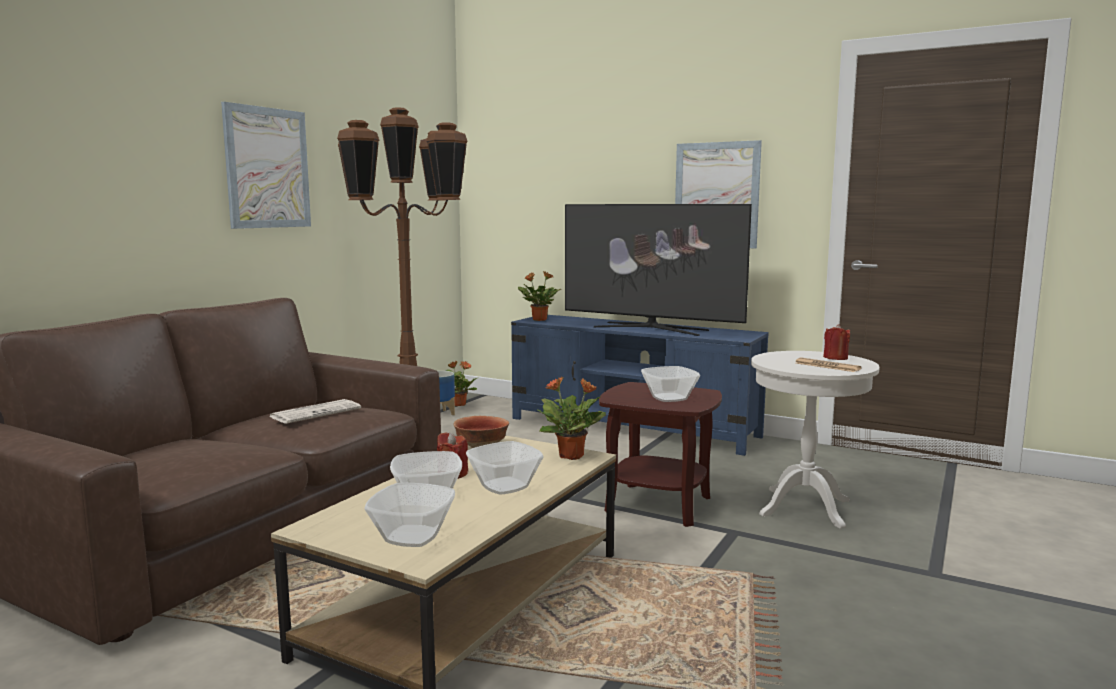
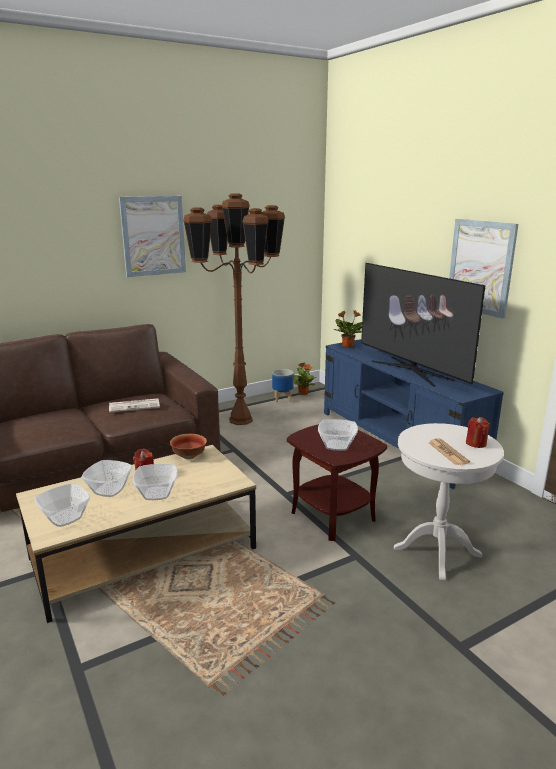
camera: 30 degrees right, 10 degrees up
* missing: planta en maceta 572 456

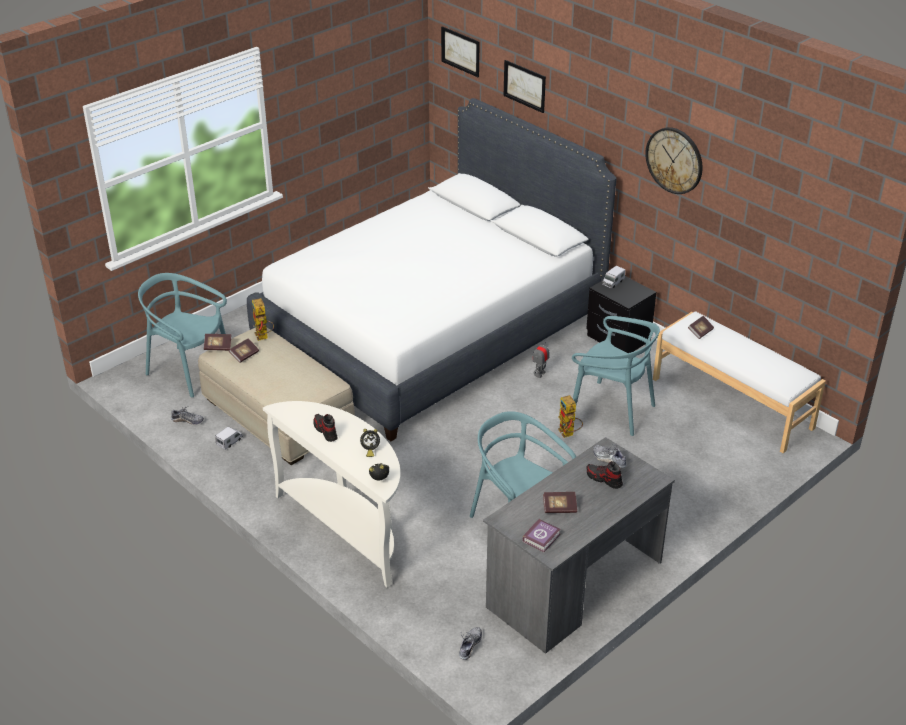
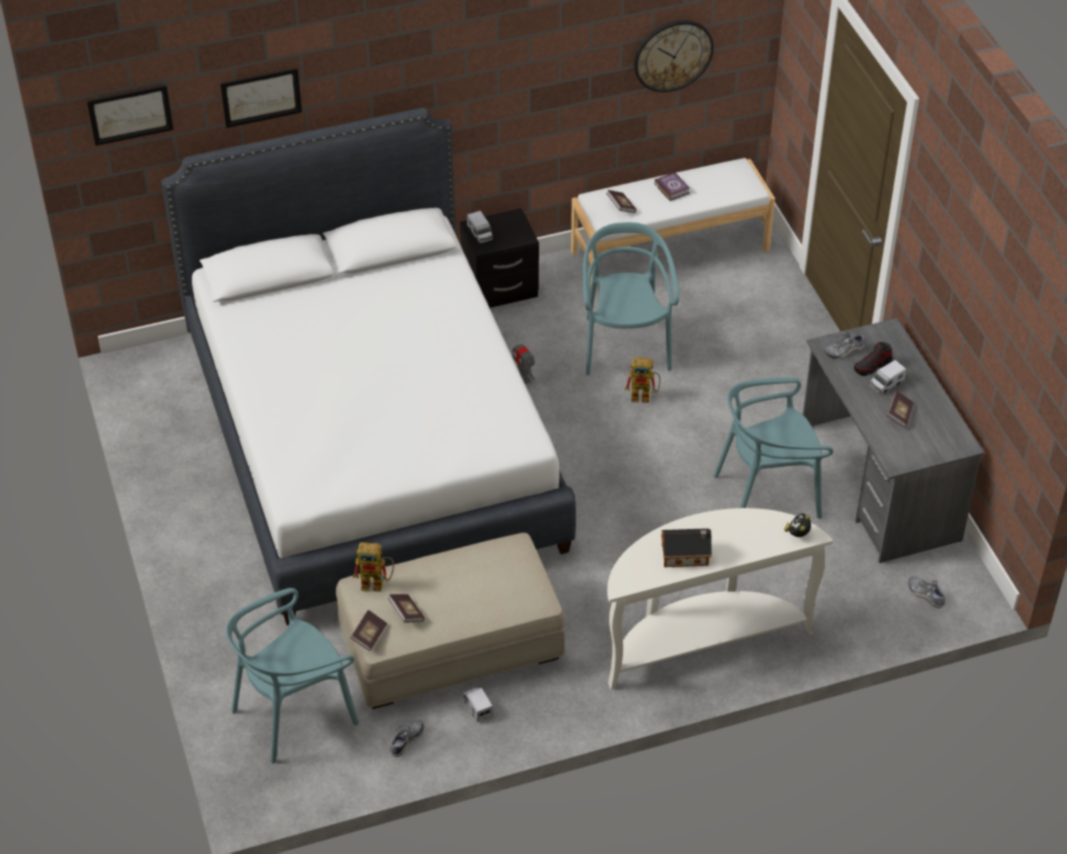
camera: 65 degrees left, 10 degrees up
* exchanged: zapato 325 431 to casita 687 555
* missing: despertador 369 450
* relocated: libro 542 537 to 672 188
* spun: silla/turquesa 612 409 = 624 345 60 degrees counterclockwise
* relocated: reloj de pared 674 160 to 672 55
* appeared: camión de juguete 886 383

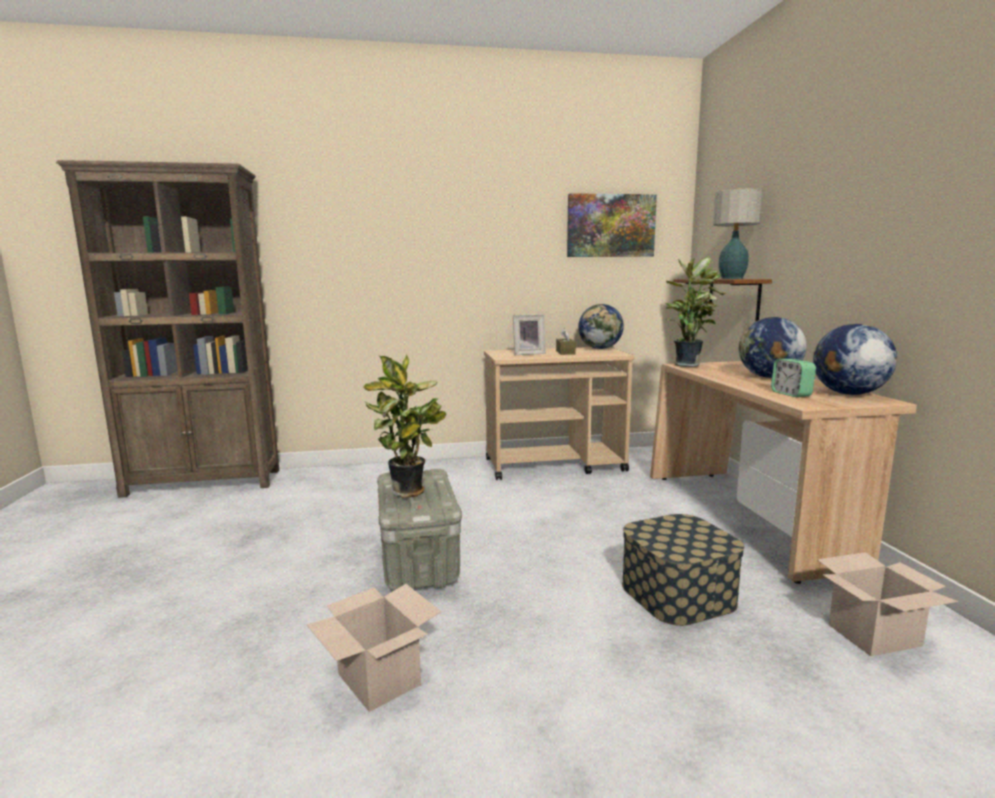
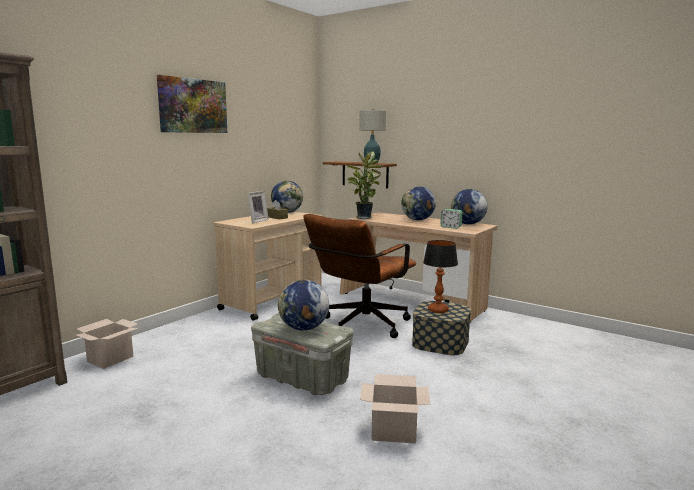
camera: 45 degrees left, 0 degrees up
* exchanged: planta en maceta 410 493 to globo terráqueo 303 328
* relocated: cuadro 610 226 to 193 106
* relocated: caja de cartón 874 634 to 111 358
* appeared: silla de oficina/marrón 360 326
* appeared: lámpara de mesa 437 310

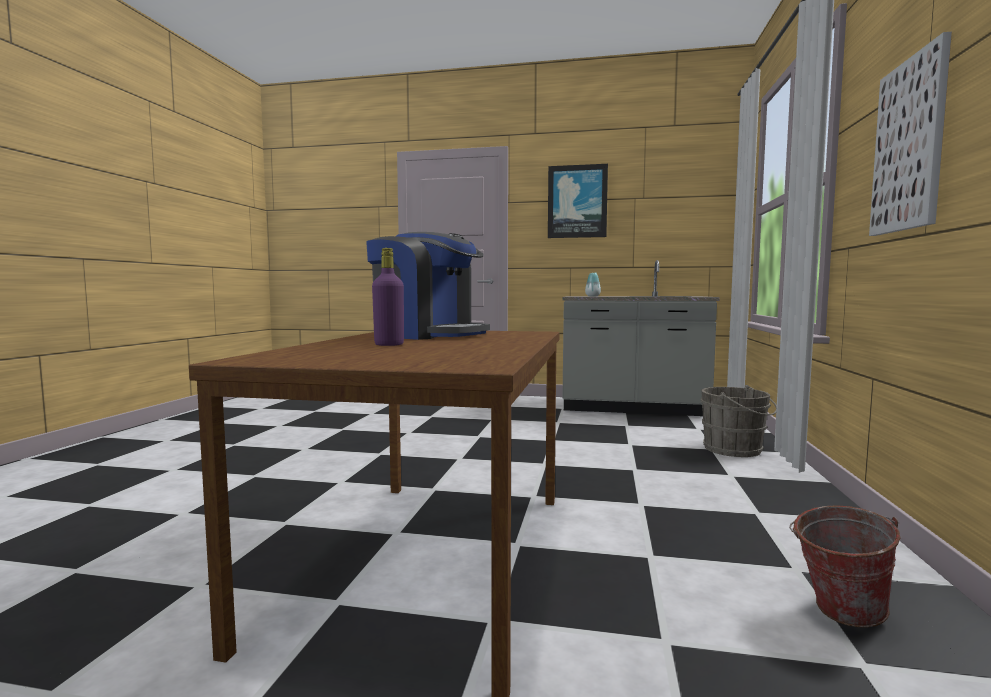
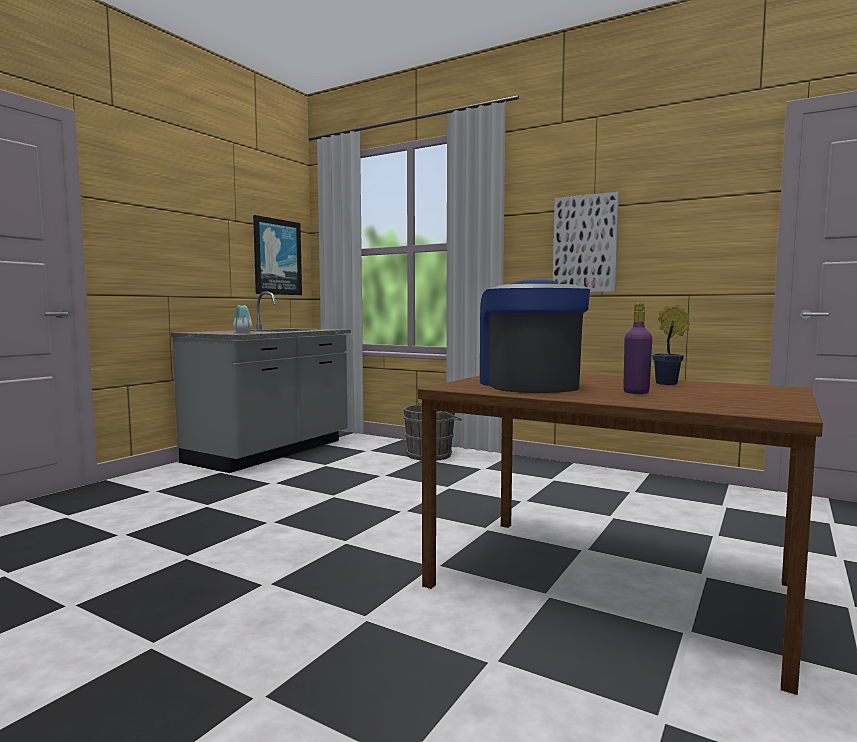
camera: 70 degrees left, 0 degrees up
* spun: cafetera 427 335 = 528 385 60 degrees counterclockwise
* relocated: cuadro 577 201 to 277 257
* missing: cubo 837 614
* appeared: planta en maceta 669 383

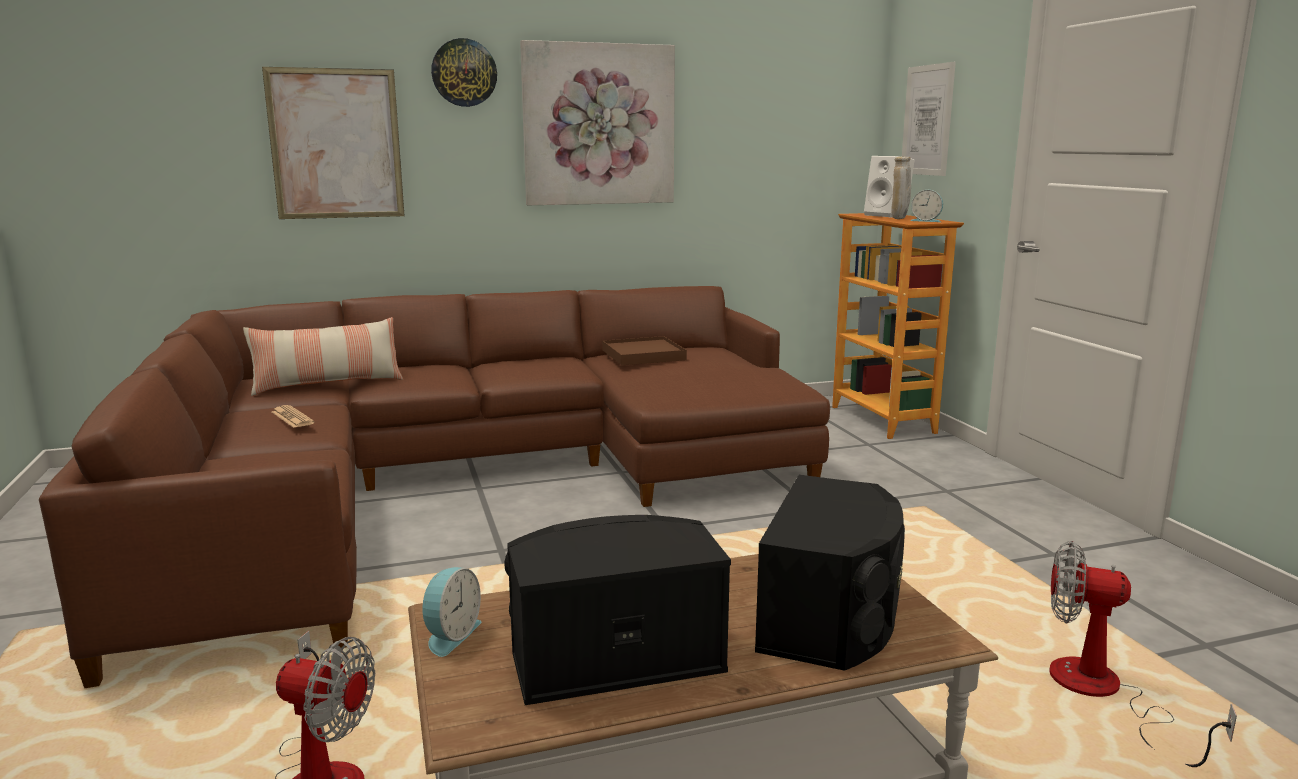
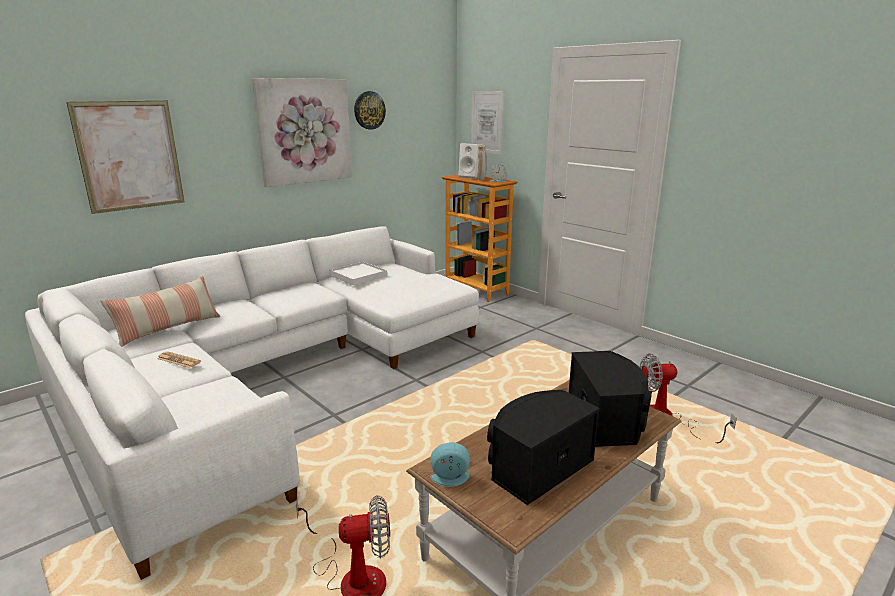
camera: 25 degrees left, 5 degrees up
* colour: sofá/marrón 467 483 to sofá/blanco 273 375
* spun: despertador 450 635 = 450 479 90 degrees counterclockwise
* relocated: reloj de pared 464 73 to 369 110
* colour: bandeja/marrón 643 355 to bandeja/blanco 358 276

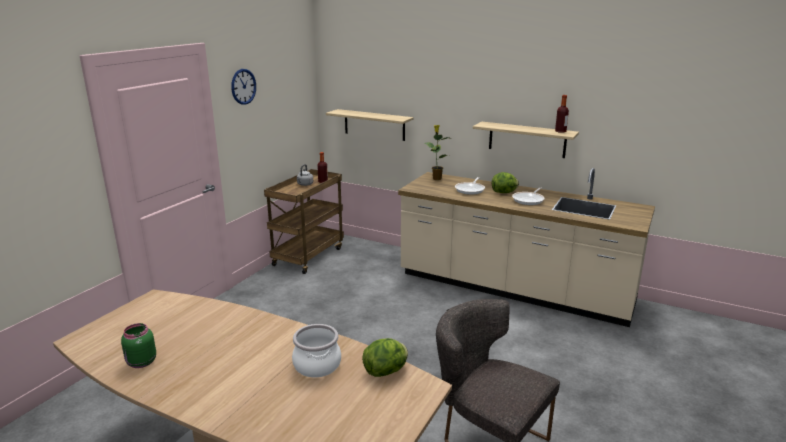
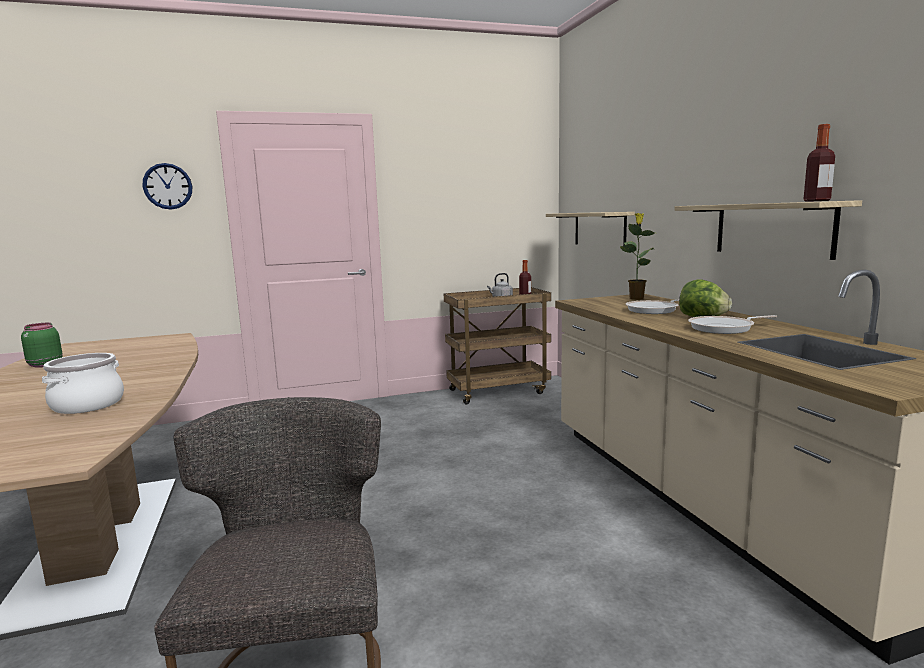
camera: 45 degrees right, 10 degrees down
* relocated: reloj de pared 243 86 to 167 186
* missing: lechuga 386 371

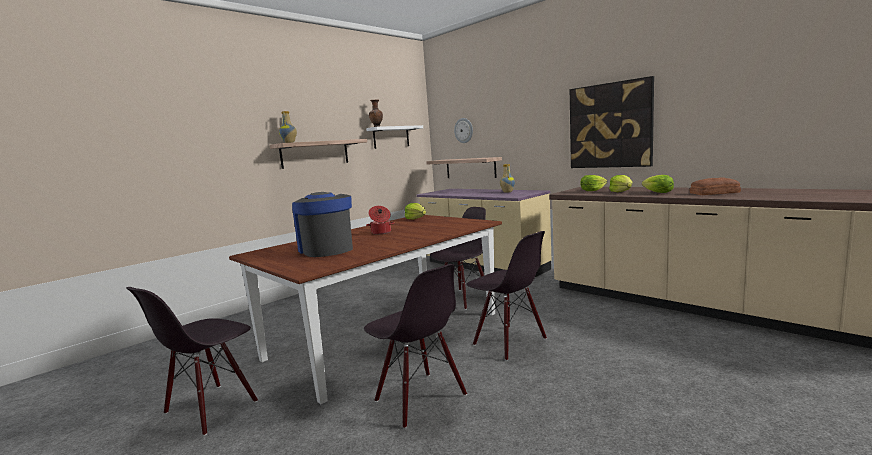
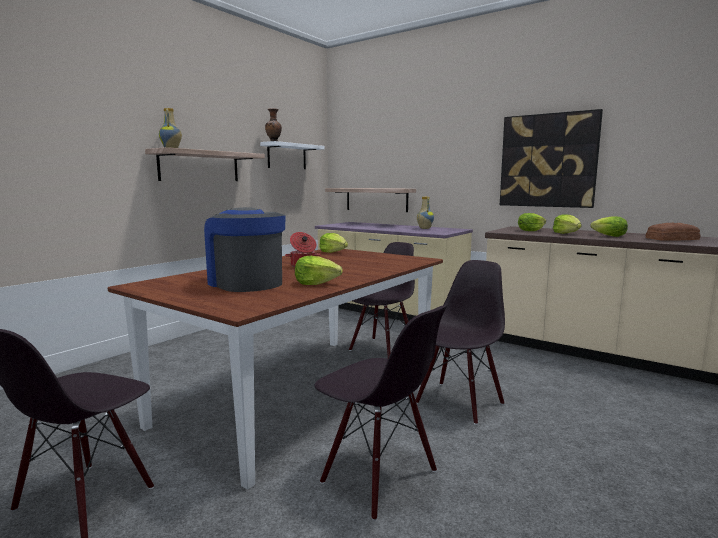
camera: 10 degrees left, 0 degrees up
* missing: reloj de pared 464 130
* spun: silla/negro 509 342 = 458 402 90 degrees counterclockwise
* appeared: lechuga 316 283

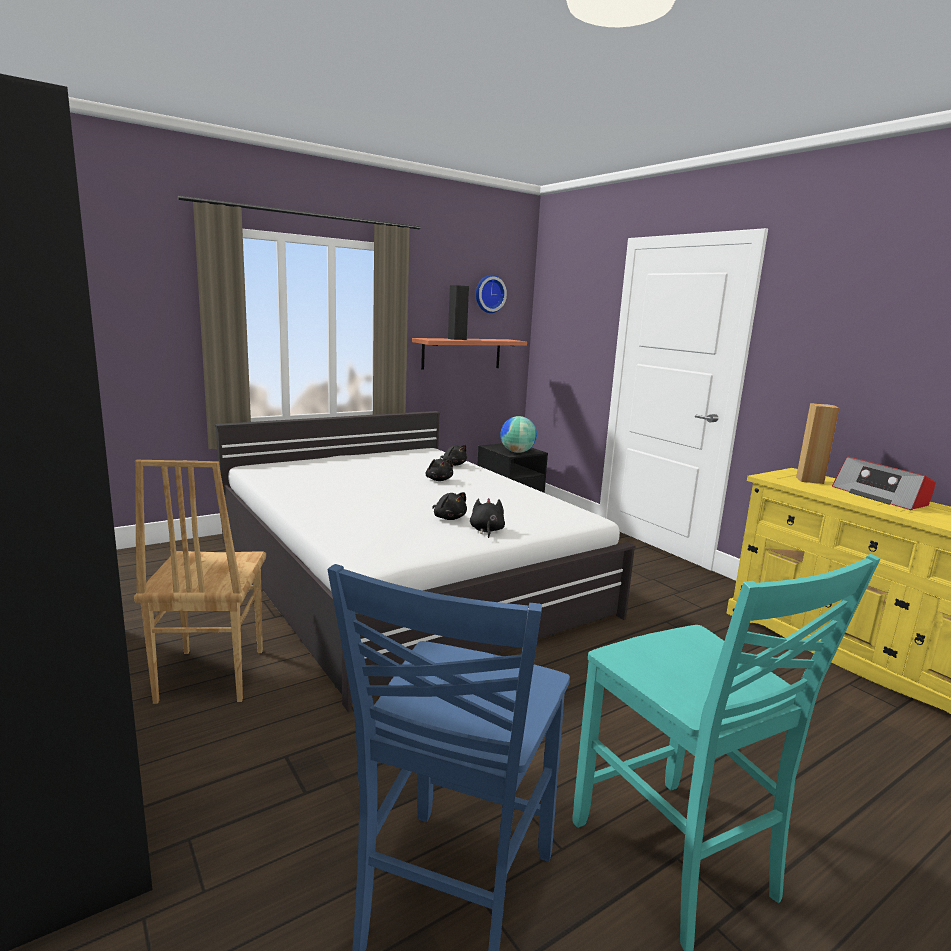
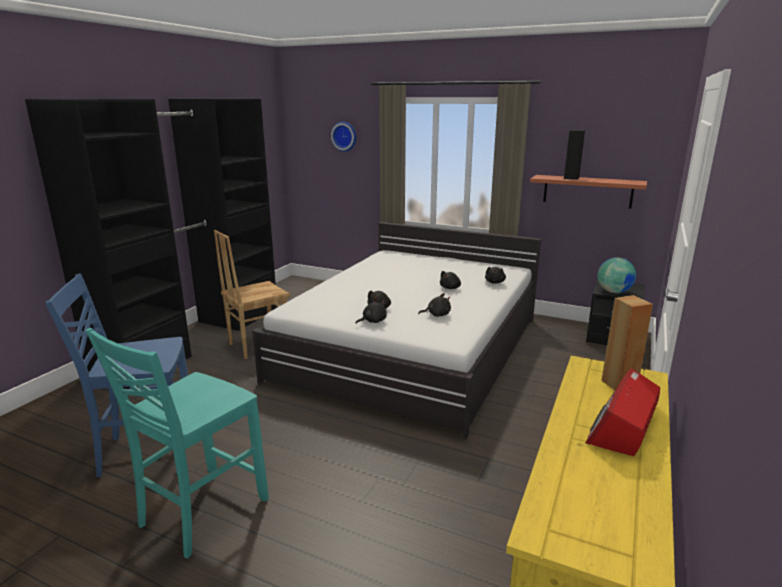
camera: 60 degrees right, 5 degrees up
* relocated: reloj de pared 489 294 to 344 136
* appeared: peluche/negro 437 315

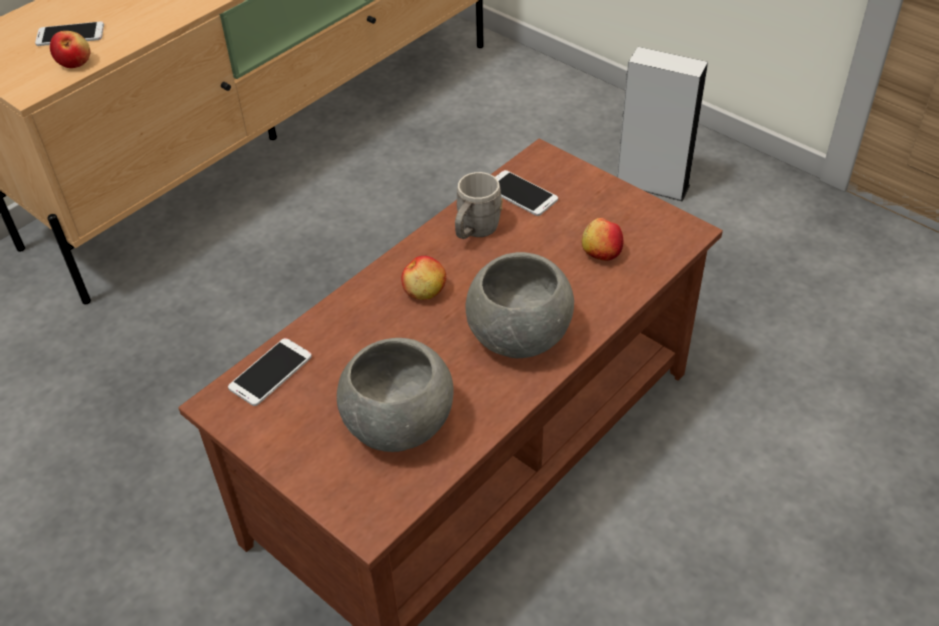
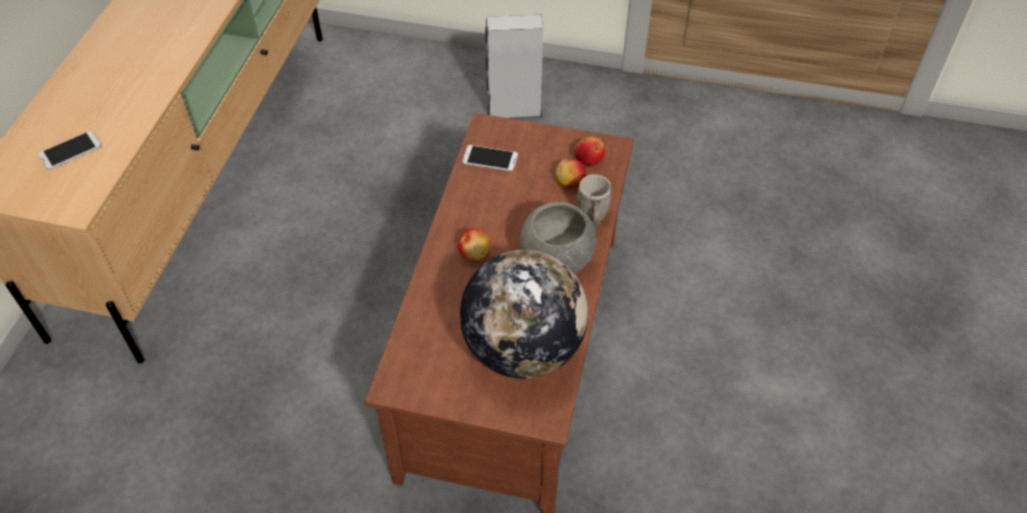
camera: 30 degrees left, 5 degrees up
* relocated: manzana 74 62 to 589 159
* missing: móvil 270 372
* exchanged: cuenco/gris 400 425 to globo terráqueo 523 349
* relocated: taza grande/gris 475 231 to 593 218

